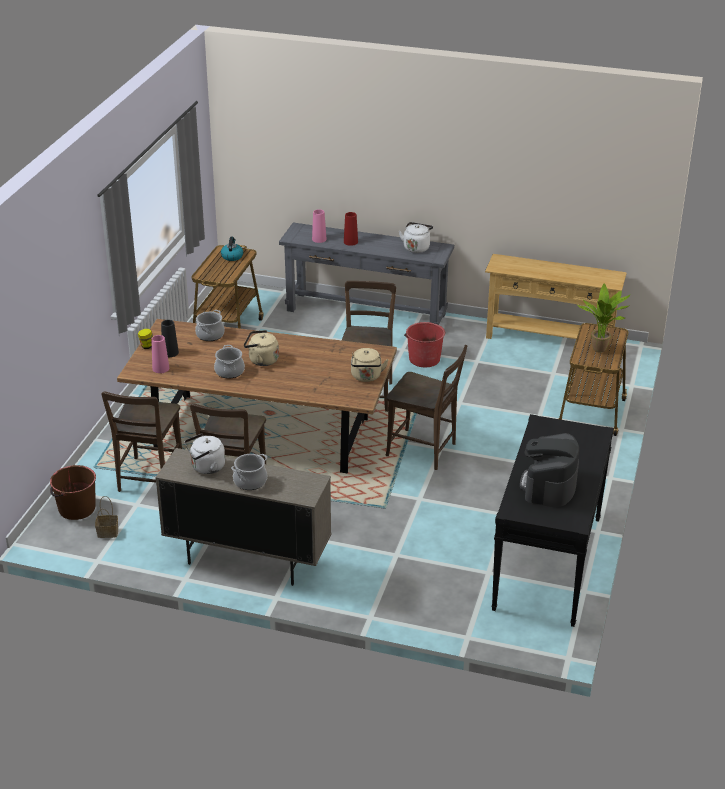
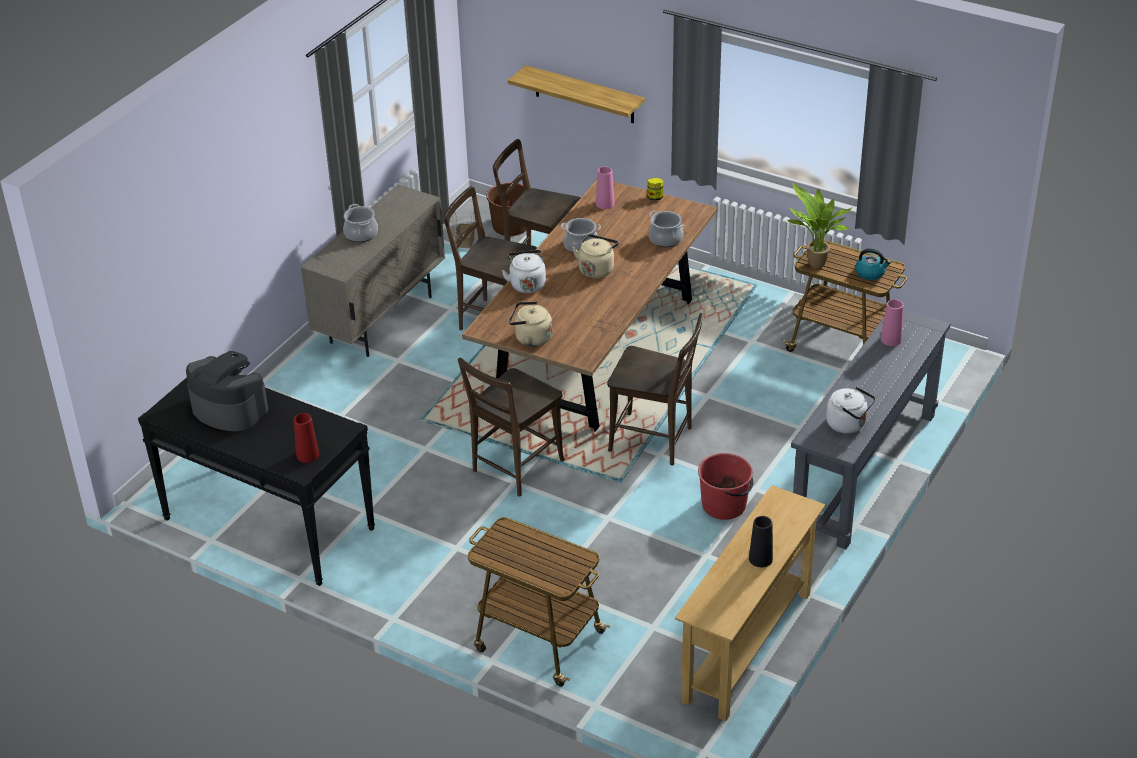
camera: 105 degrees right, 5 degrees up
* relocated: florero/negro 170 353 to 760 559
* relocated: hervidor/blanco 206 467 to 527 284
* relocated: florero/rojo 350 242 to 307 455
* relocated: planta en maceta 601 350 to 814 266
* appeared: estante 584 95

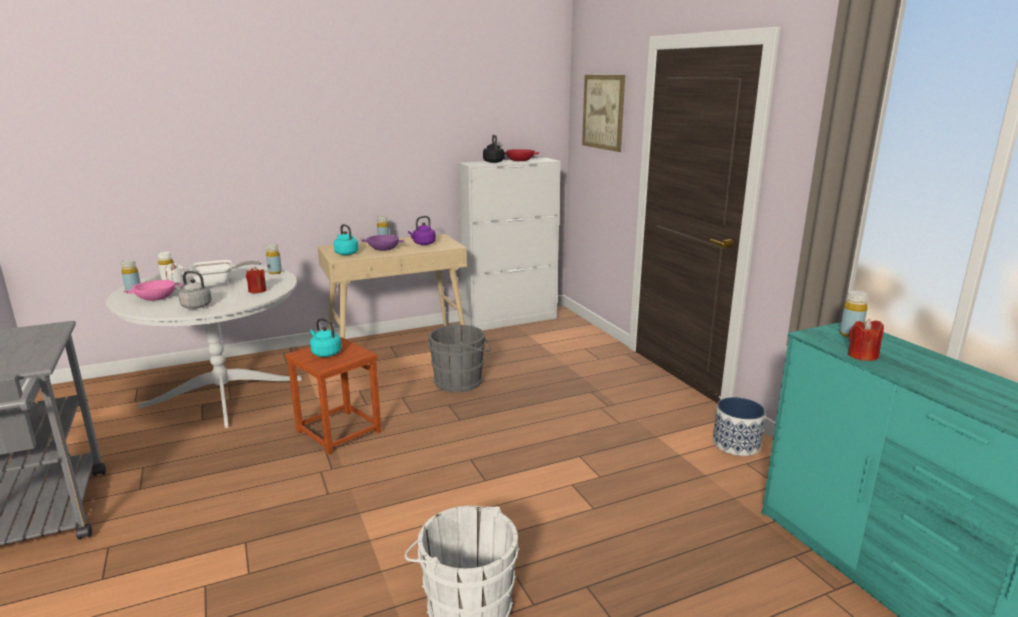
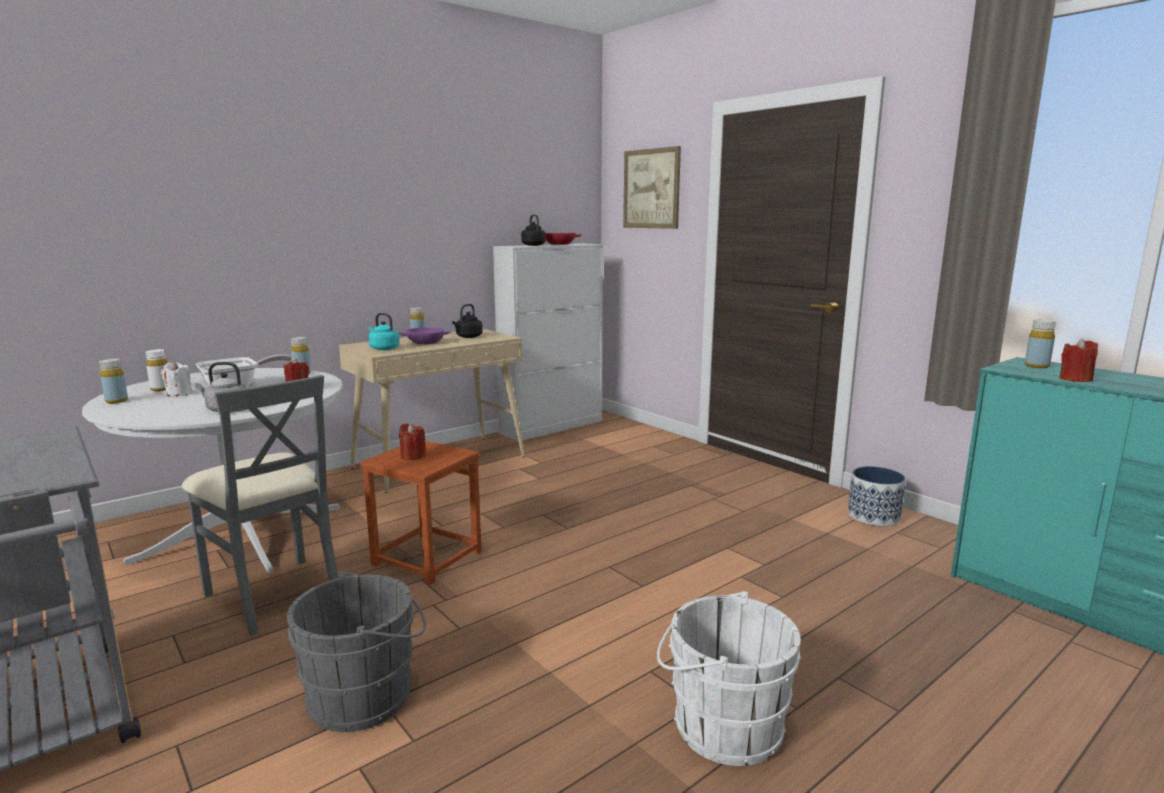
camera: 15 degrees left, 5 degrees down
* missing: cuenco/rosa 156 297
* exchanged: hervidor/turquesa 325 353 to vela/rojo 413 456
* colour: hervidor/morado 423 244 to hervidor/negro 468 337
* relocated: cubo/gris 461 382 to 367 696
* appeared: silla/gris 274 594

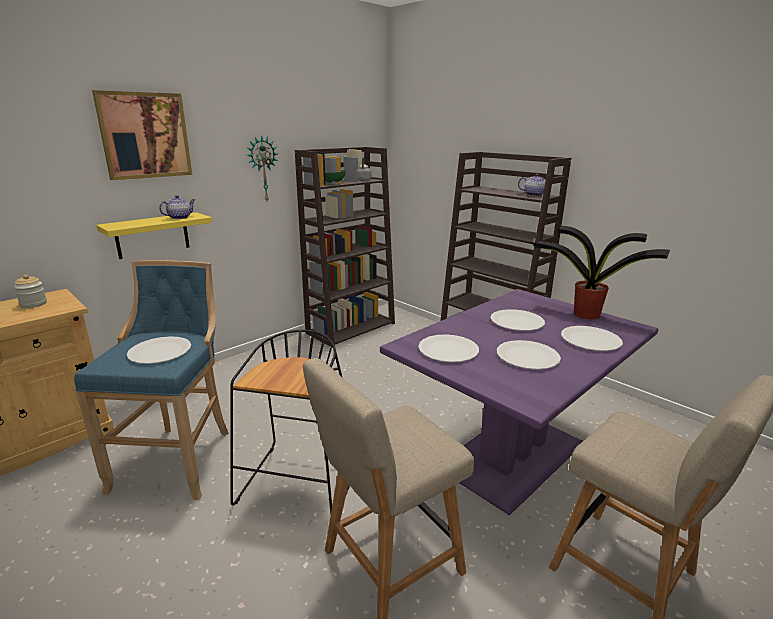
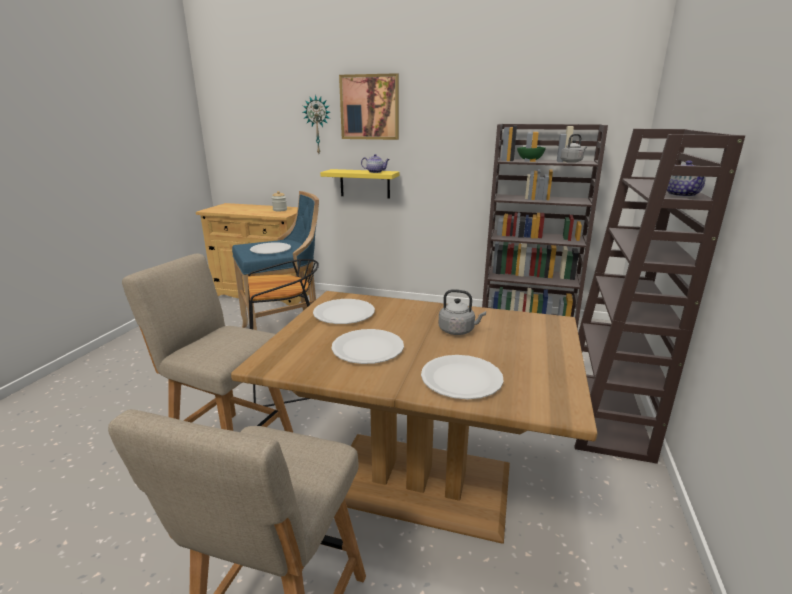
camera: 60 degrees right, 0 degrees up
* relocated: reloj de pared 262 169 to 318 125
* colour: mesa de comedor/morado 510 454 to mesa de comedor/marrón 419 480
* exchanged: plato/blanco 517 322 to hervidor/gris 458 330
* missing: planta en maceta 584 314

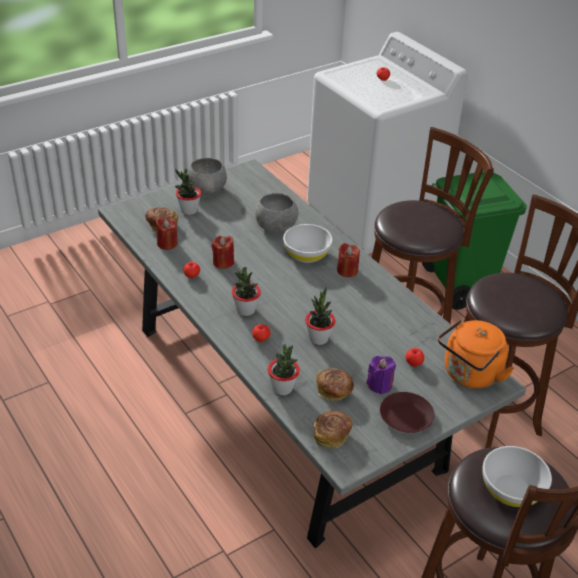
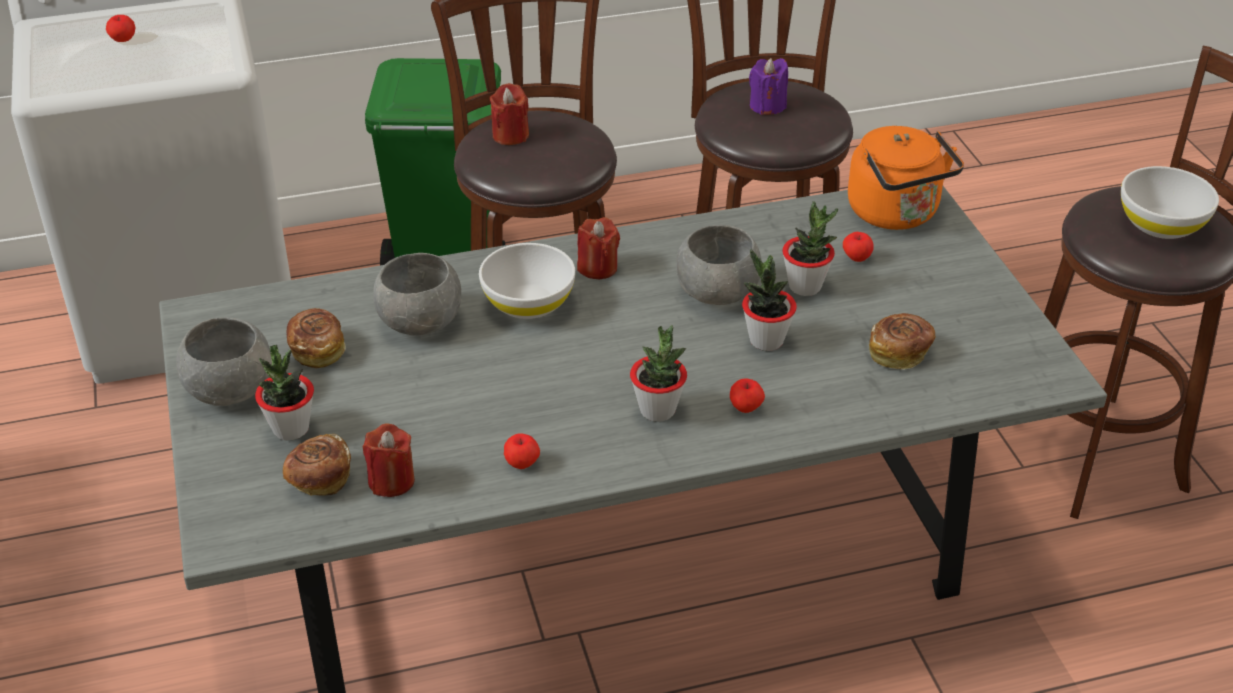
camera: 70 degrees left, 0 degrees up
* relocated: vela/rojo 223 262 to 510 135
* relocated: planta en maceta 282 388 to 805 286
* relocated: pan 331 435 to 317 349
* relocated: vela/morado 379 385 to 767 106
* missing: plato/marrón 405 417
* appeared: cuenco/gris 716 292

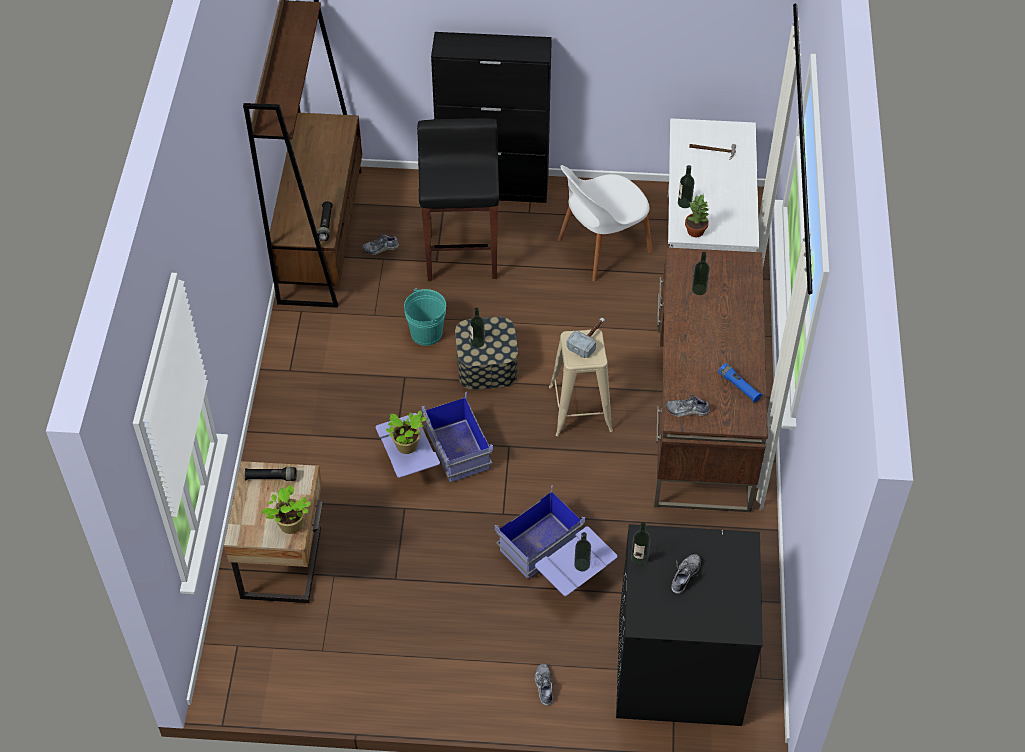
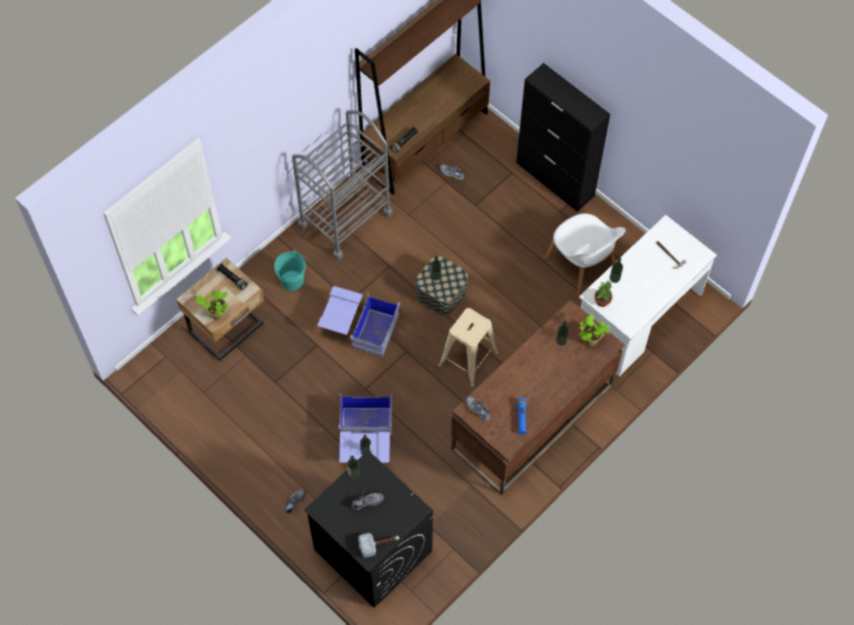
camera: 40 degrees right, 10 degrees up
* relocated: planta en maceta 407 447 to 590 340
* relocated: cubo/turquesa 426 333 to 292 281
* missing: taburete/negro 462 255
* spun: silla/blanco 602 247 = 581 266 135 degrees counterclockwise
* relocated: martillo 589 339 to 379 544
* appeared: carrito/gris 345 219

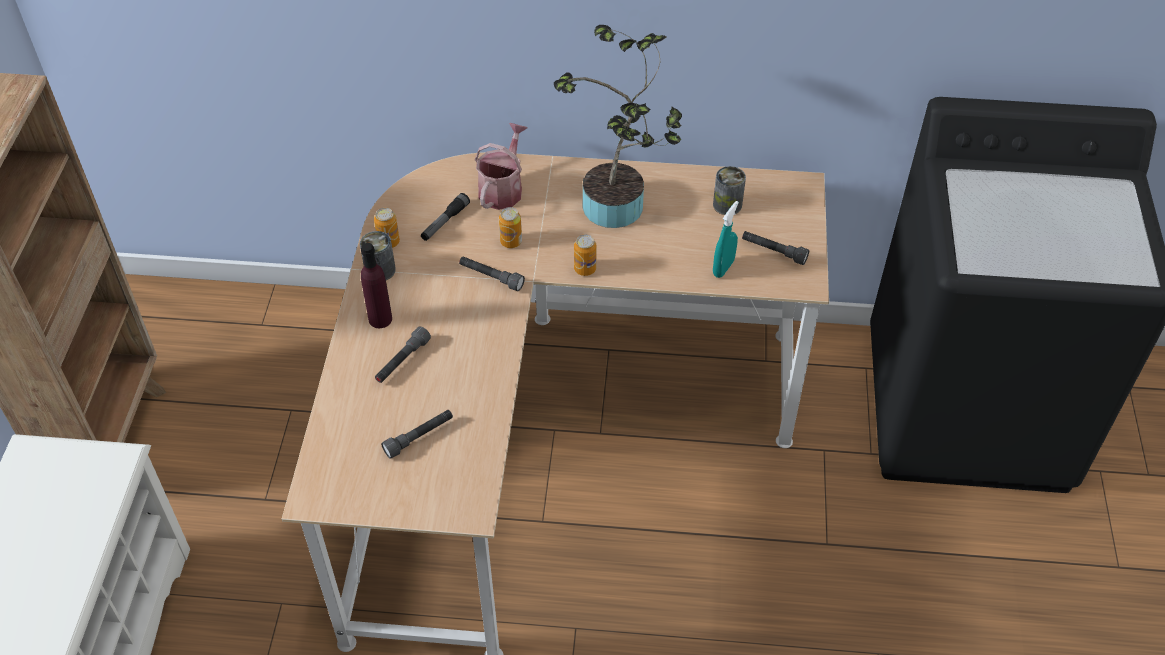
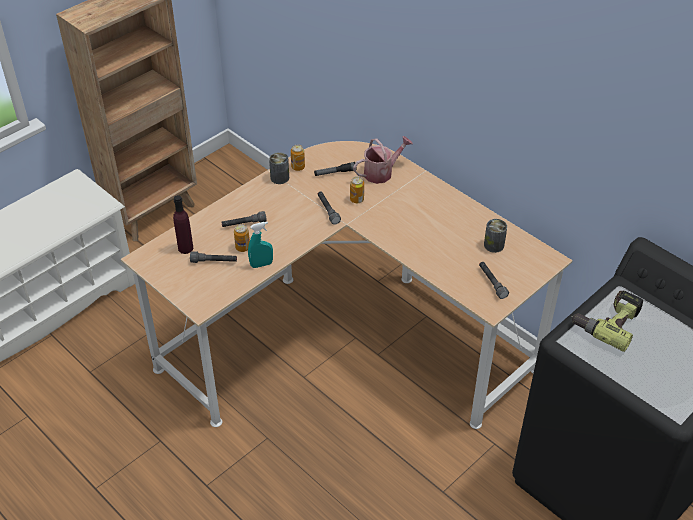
camera: 40 degrees right, 5 degrees down
* relocated: botella/morado 380 319 to 185 248
* missing: planta en maceta 619 209
* relocated: lata 585 269 to 242 247
* relocated: pulverizador/turquesa 723 268 to 261 264
* appeared: taladro 607 322

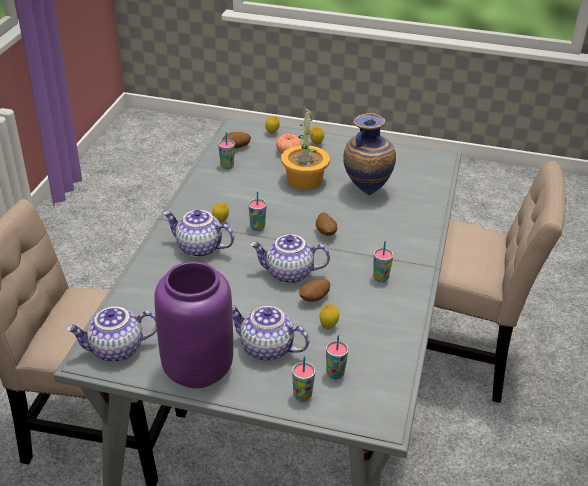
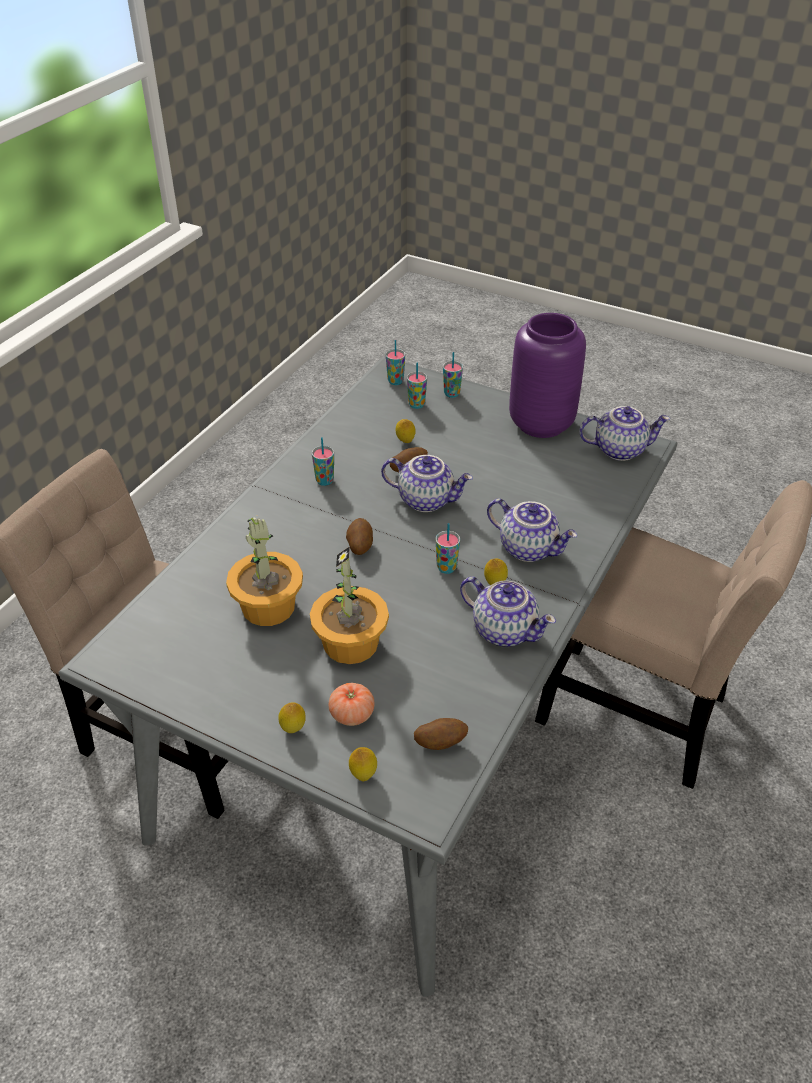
camera: 165 degrees left, 5 degrees up
* relocated: taza 227 166 to 395 381
* relocated: tetera 267 349 to 504 629
* exchanged: florero 365 191 to planta en maceta 268 607

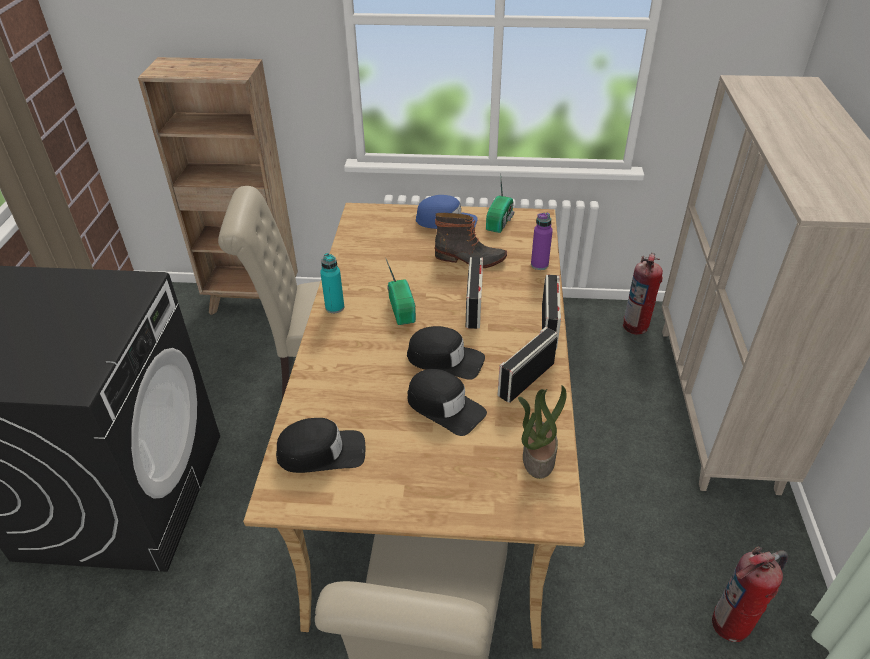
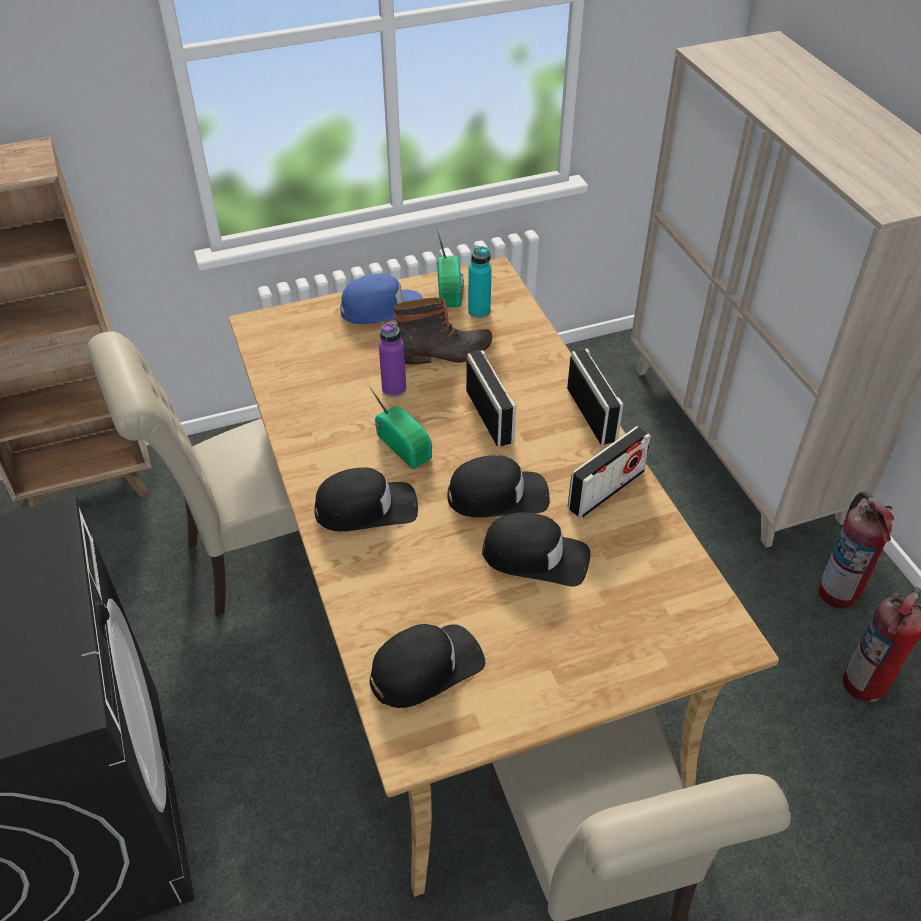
camera: 25 degrees left, 5 degrees up
* relocated: botella/turquesa 335 307 to 479 311
* spun: radio 526 379 = 606 490 150 degrees counterclockwise
* missing: planta en maceta 537 457
* relocated: botella/morado 539 265 to 394 389
* relocated: extintor 636 326 to 838 592
* appeared: gorra/negro 366 508

